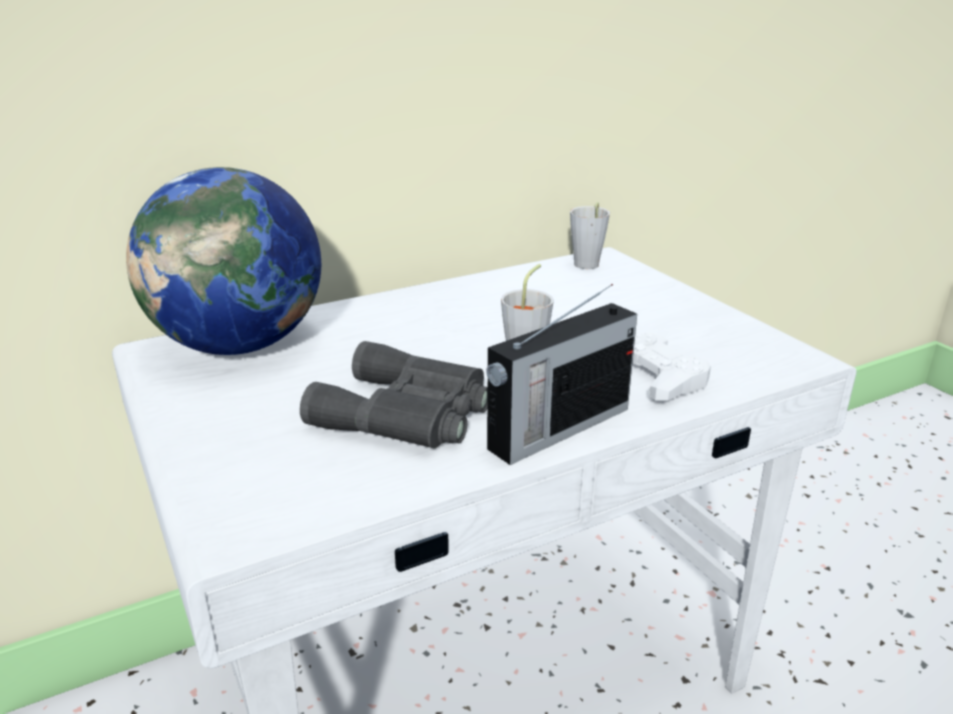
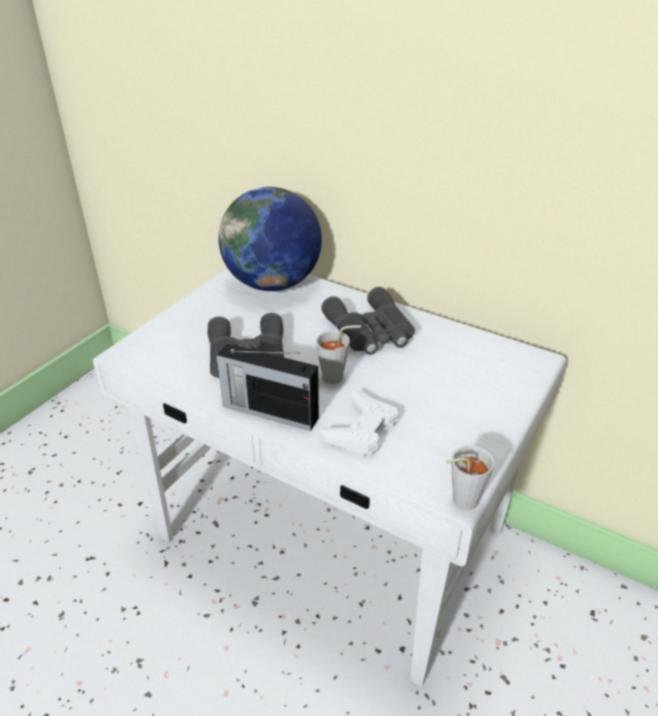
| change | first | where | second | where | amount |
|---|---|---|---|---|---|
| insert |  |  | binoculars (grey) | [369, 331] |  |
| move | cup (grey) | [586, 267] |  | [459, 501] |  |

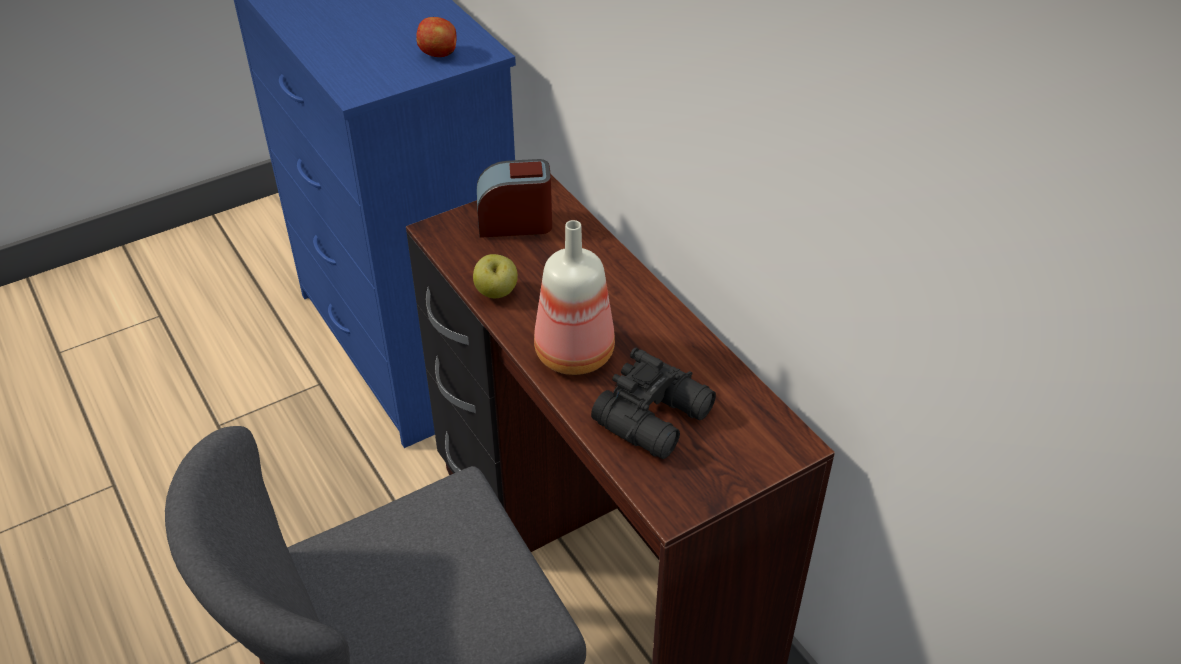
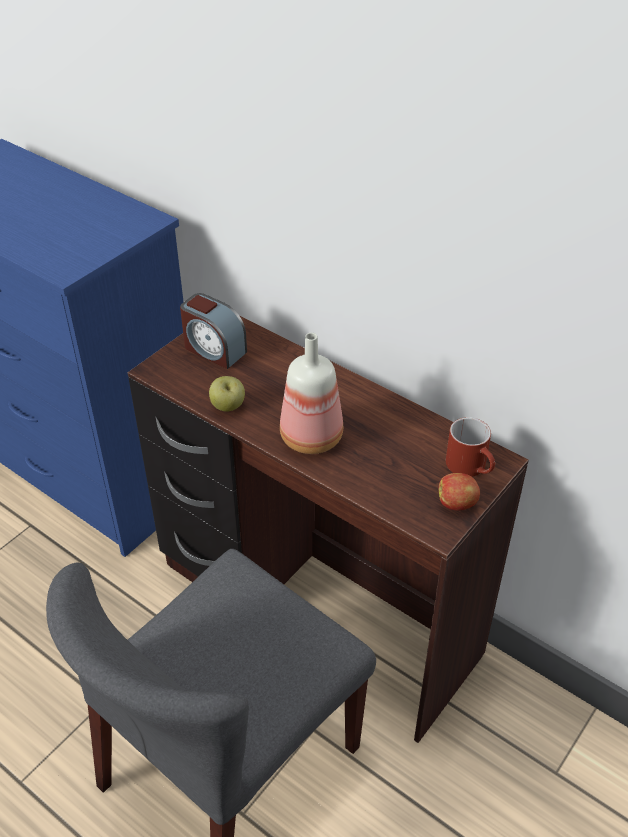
| change | first | where | second | where | amount |
|---|---|---|---|---|---|
| delete | binoculars (black) | [657, 417] |  |  |  |
| insert |  |  | mug (red) | [472, 467] |  |
| move | apple | [439, 54] |  | [457, 503] |  |
| rotate | alarm clock | [515, 223] |  | [214, 350] | 120 degrees counterclockwise |

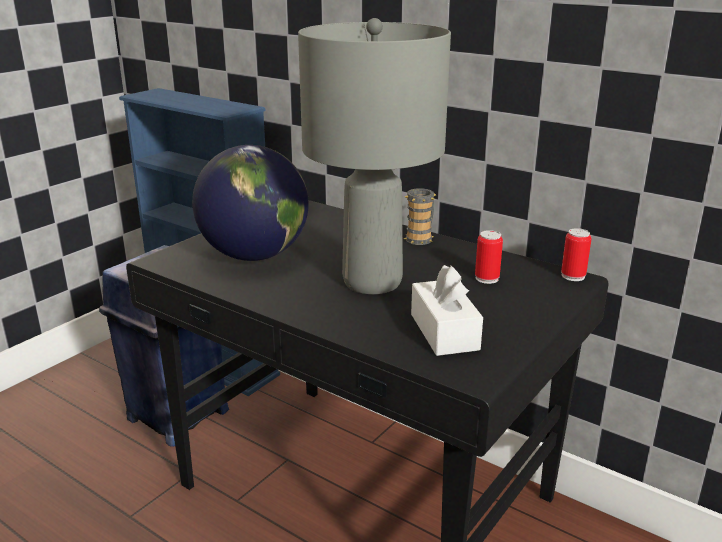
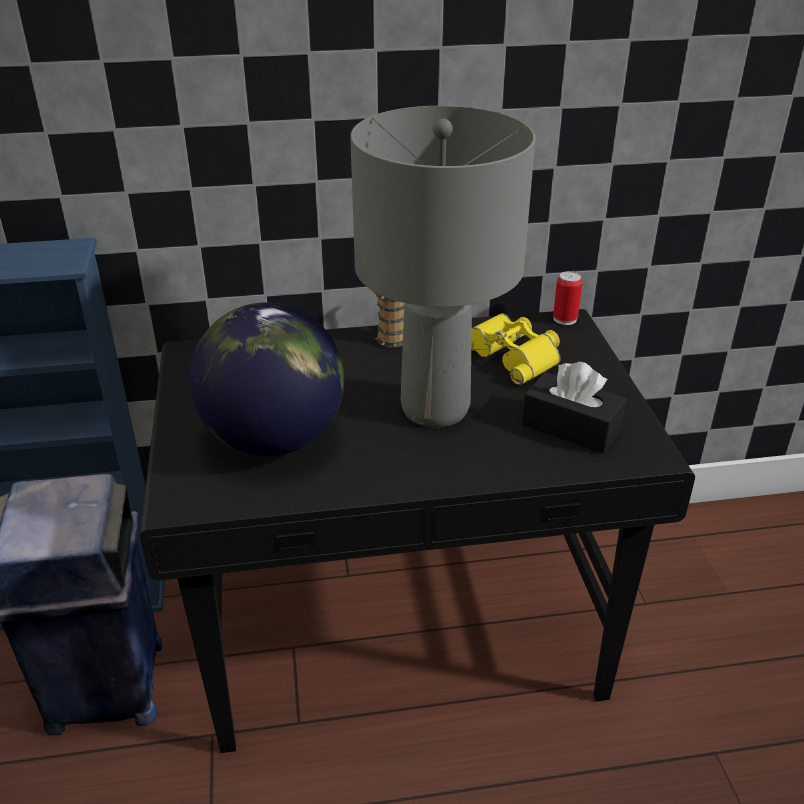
| change | first | where | second | where | amount |
|---|---|---|---|---|---|
| replace | can | [487, 278] | binoculars (yellow) | [513, 354] |  |
| recolor | tissue box (white) | [444, 331] | tissue box (black) | [571, 427] |  |

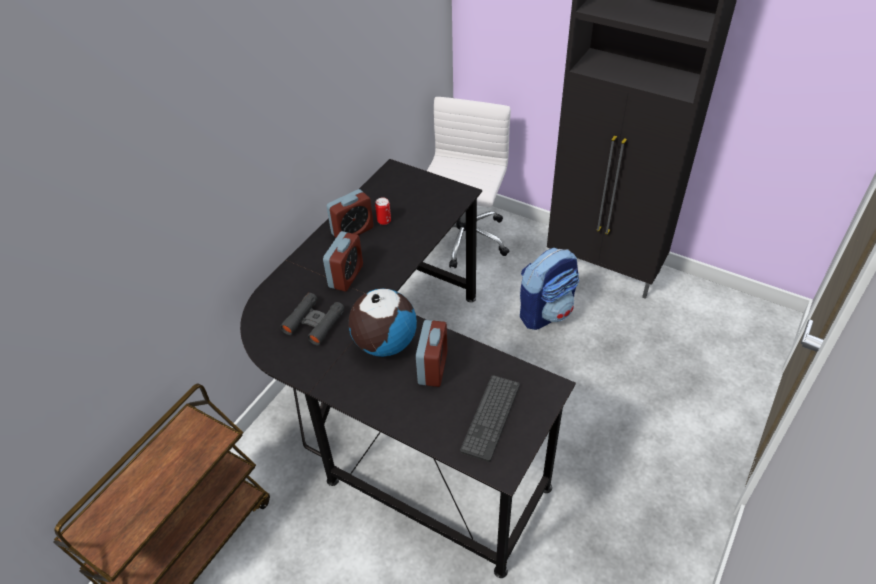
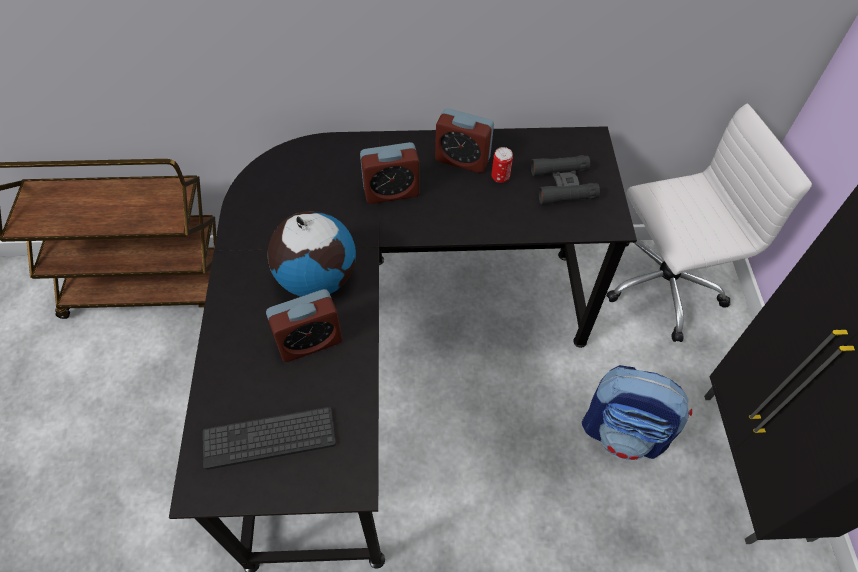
| change | first | where | second | where | amount |
|---|---|---|---|---|---|
| move | binoculars (black) | [314, 322] |  | [563, 184] |  |

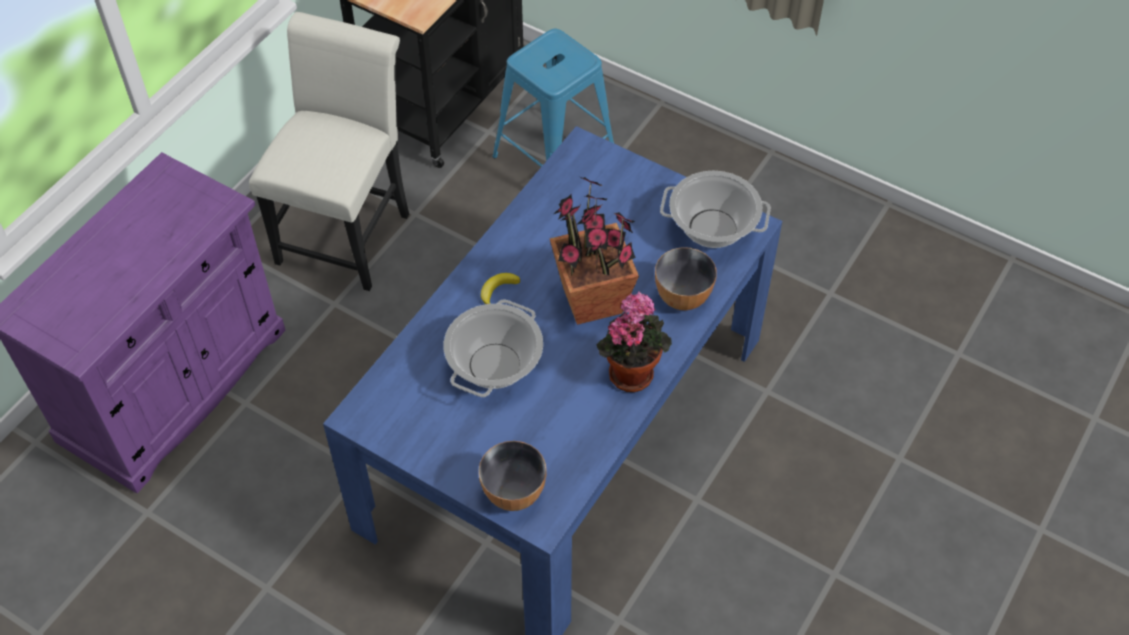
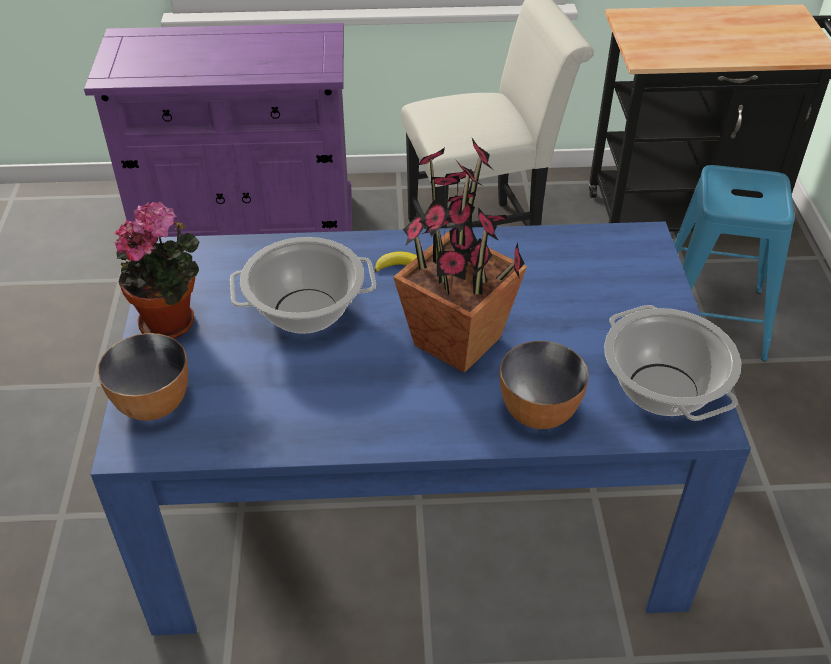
| change | first | where | second | where | amount |
|---|---|---|---|---|---|
| move | potted plant | [631, 370] |  | [172, 321] |  |

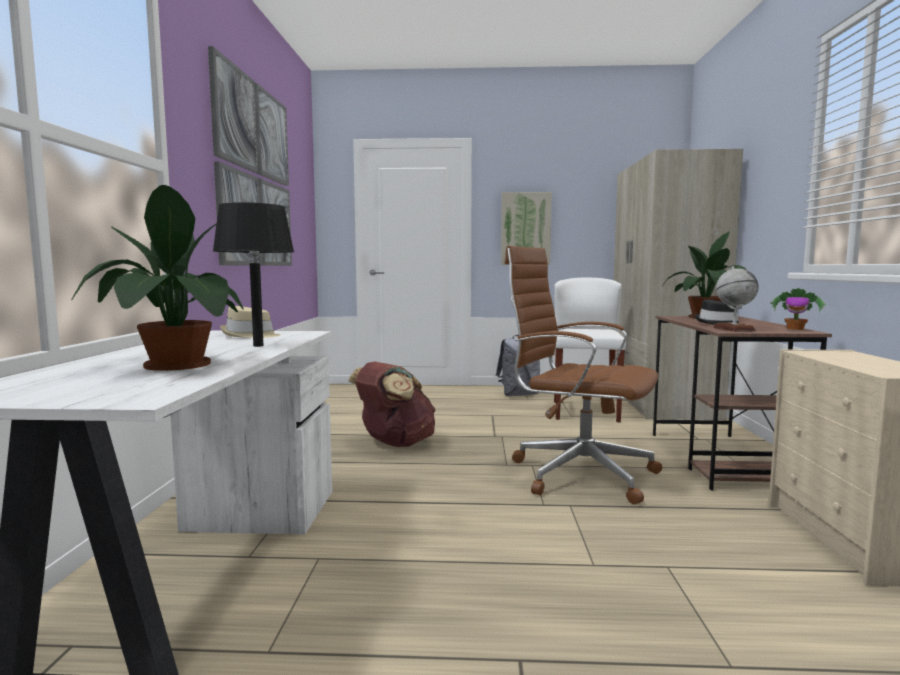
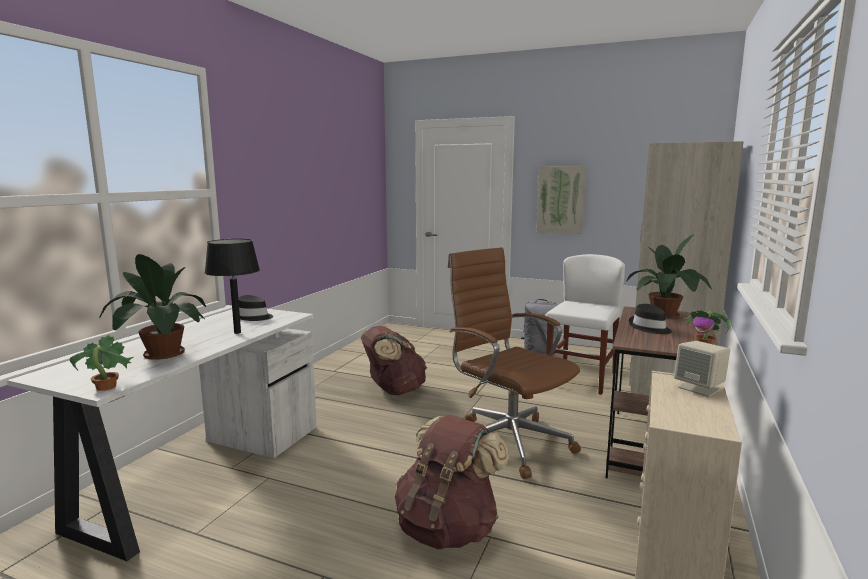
| change | first | where | second | where | amount |
|---|---|---|---|---|---|
| delete | picture | [255, 175] |  |  |  |
| delete | globe | [734, 329] |  |  |  |
| insert |  |  | potted plant | [105, 387] |  |
| insert |  |  | backpack (brown) | [448, 528] |  |
| insert |  |  | speaker (beige) | [699, 388] |  |
| recolor | hat (beige) | [250, 335] | hat (black) | [253, 316] |  |

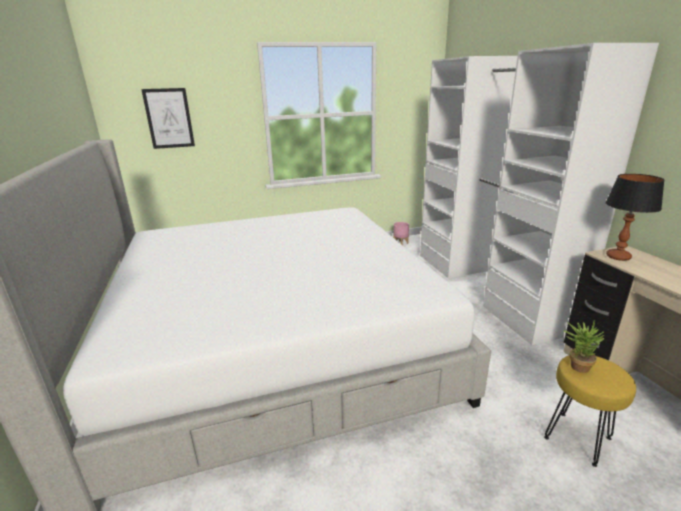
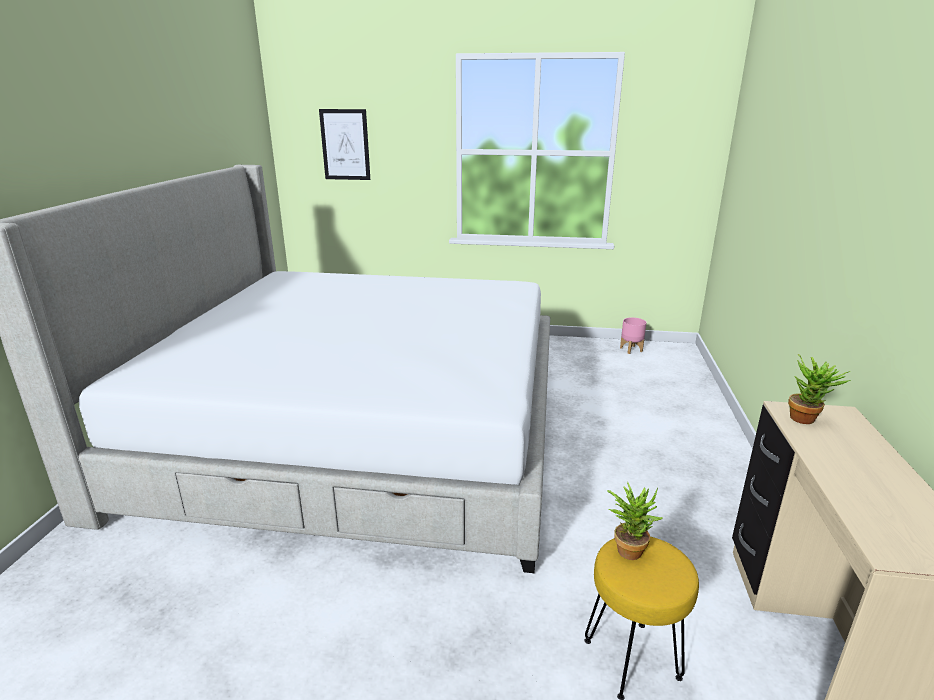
| change | first | where | second | where | amount |
|---|---|---|---|---|---|
| delete | wardrobe (white) | [486, 287] |  |  |  |
| replace | table lamp | [618, 257] | potted plant | [807, 419] |  |

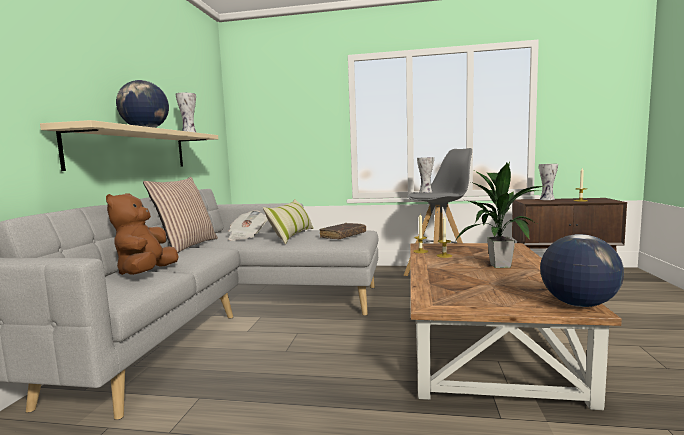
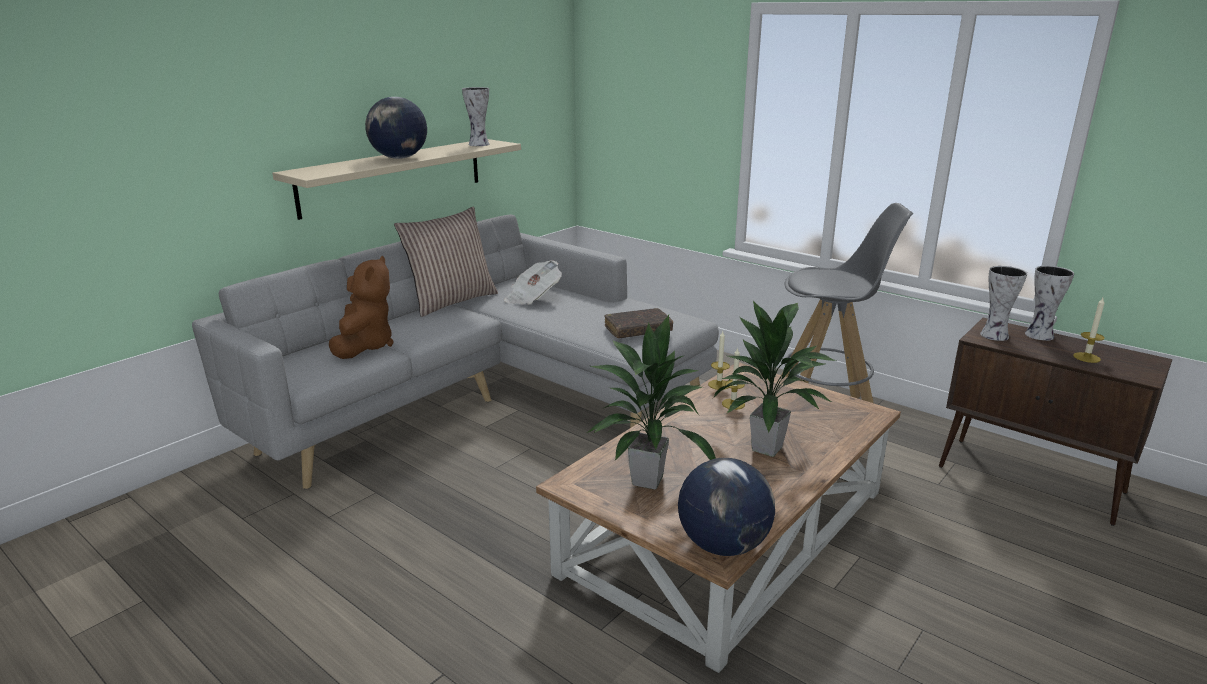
| change | first | where | second | where | amount |
|---|---|---|---|---|---|
| delete | pillow | [292, 235] |  |  |  |
| insert |  |  | potted plant | [646, 481] |  |
| move | vase | [425, 192] |  | [993, 336] |  |
| rotate | plush toy (brown) | [146, 273] |  | [364, 346] | 150 degrees clockwise |

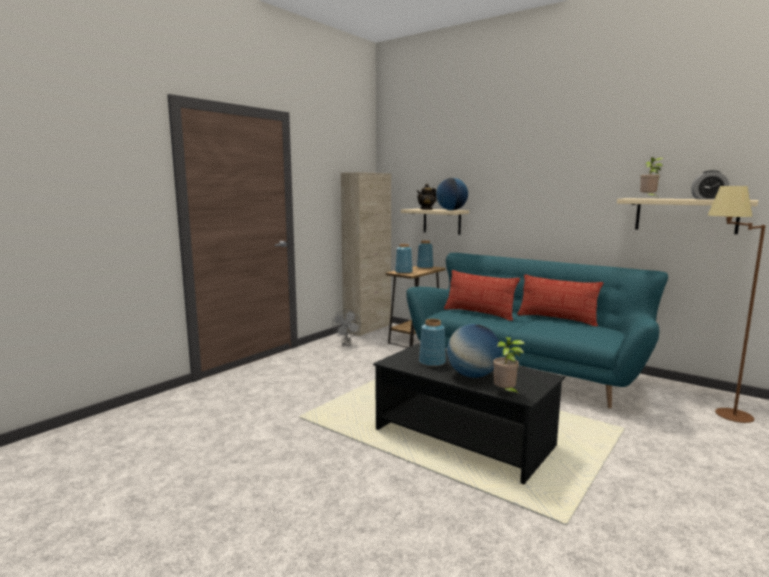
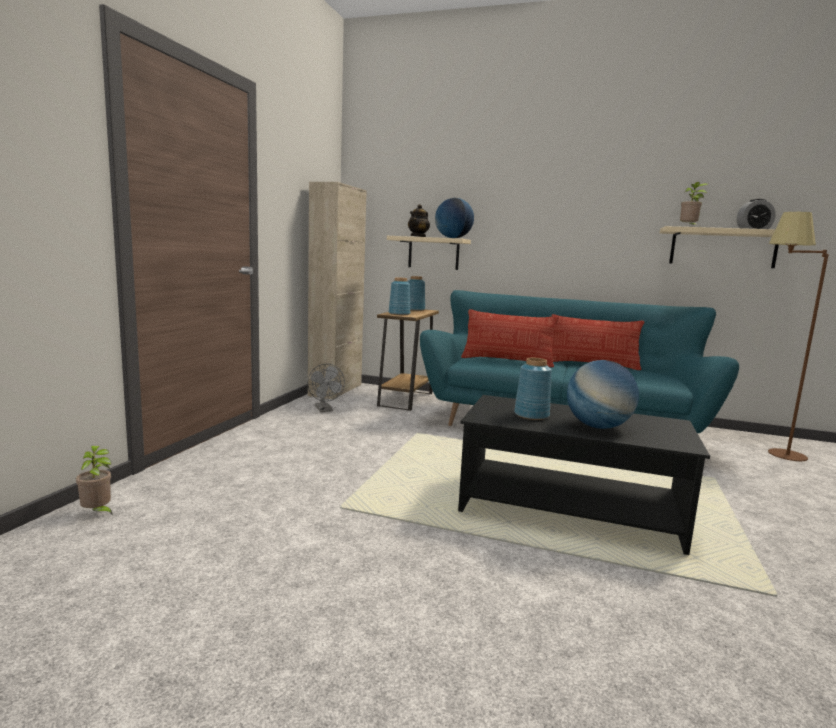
| change | first | where | second | where | amount |
|---|---|---|---|---|---|
| move | potted plant | [505, 393] |  | [98, 513] |  |

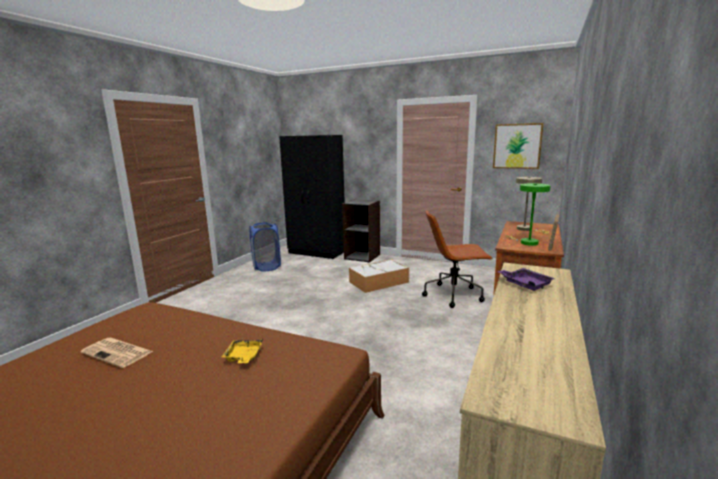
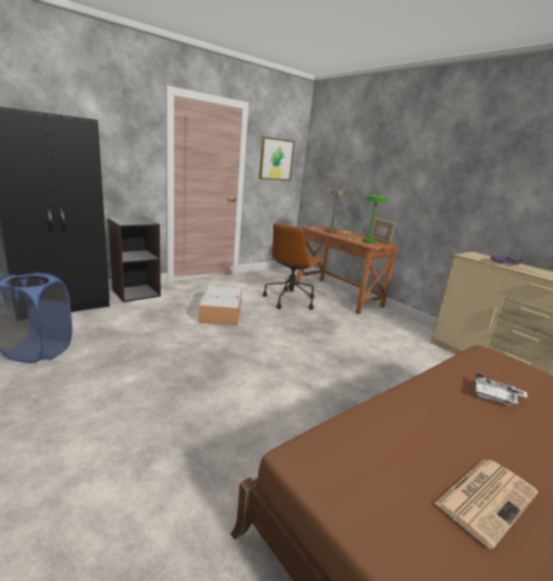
| change | first | where | second | where | amount |
|---|---|---|---|---|---|
| recolor | tray (yellow) | [243, 357] | tray (white) | [495, 397] |  |

